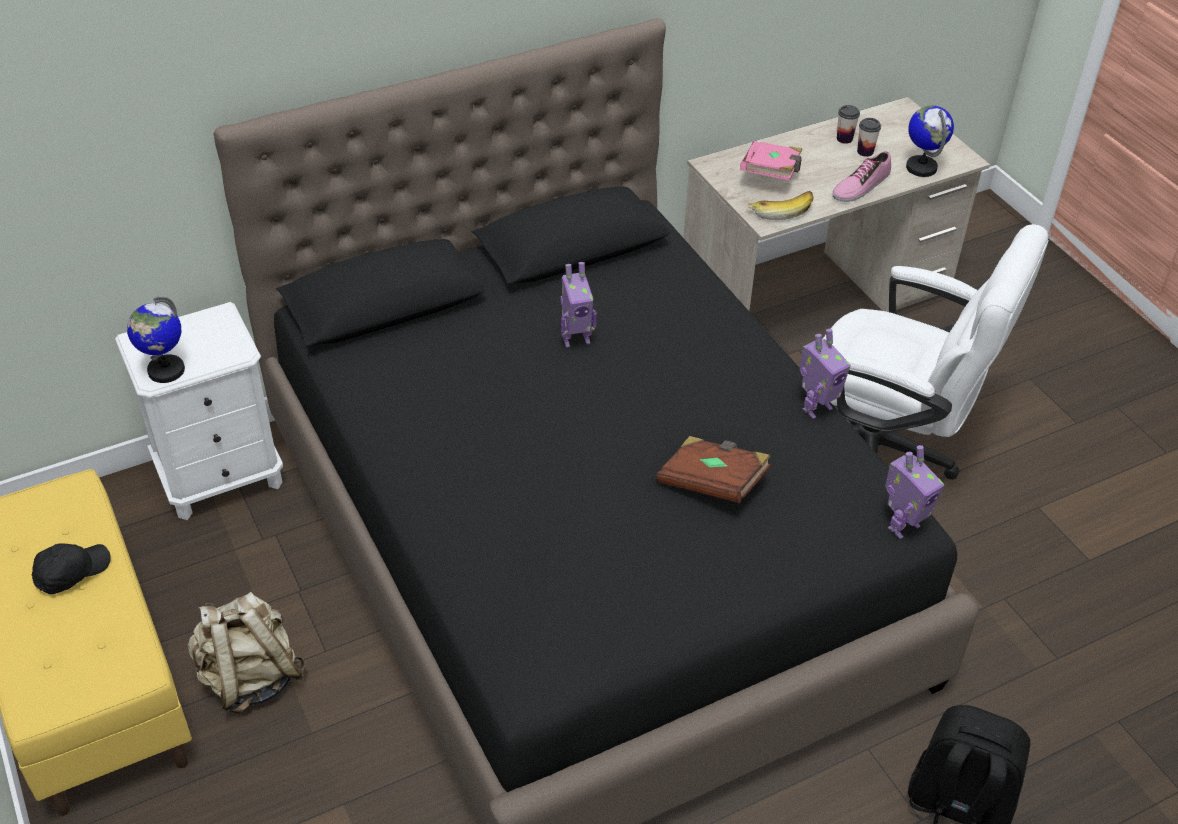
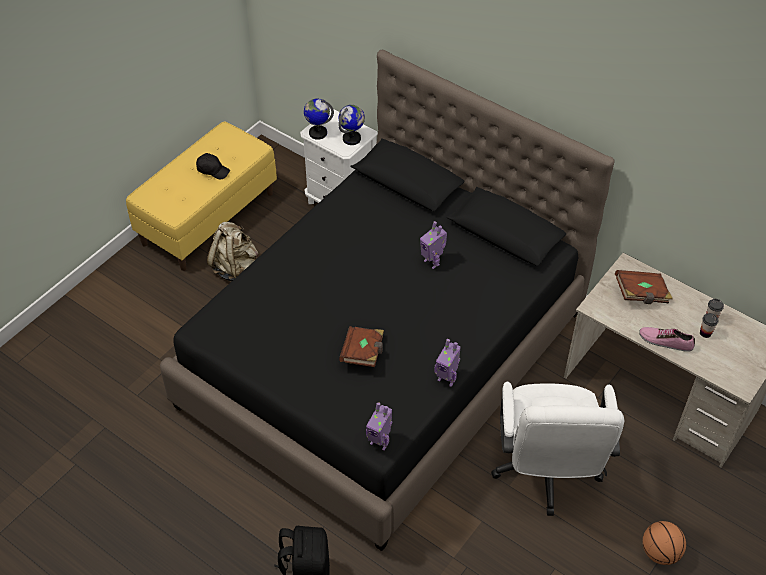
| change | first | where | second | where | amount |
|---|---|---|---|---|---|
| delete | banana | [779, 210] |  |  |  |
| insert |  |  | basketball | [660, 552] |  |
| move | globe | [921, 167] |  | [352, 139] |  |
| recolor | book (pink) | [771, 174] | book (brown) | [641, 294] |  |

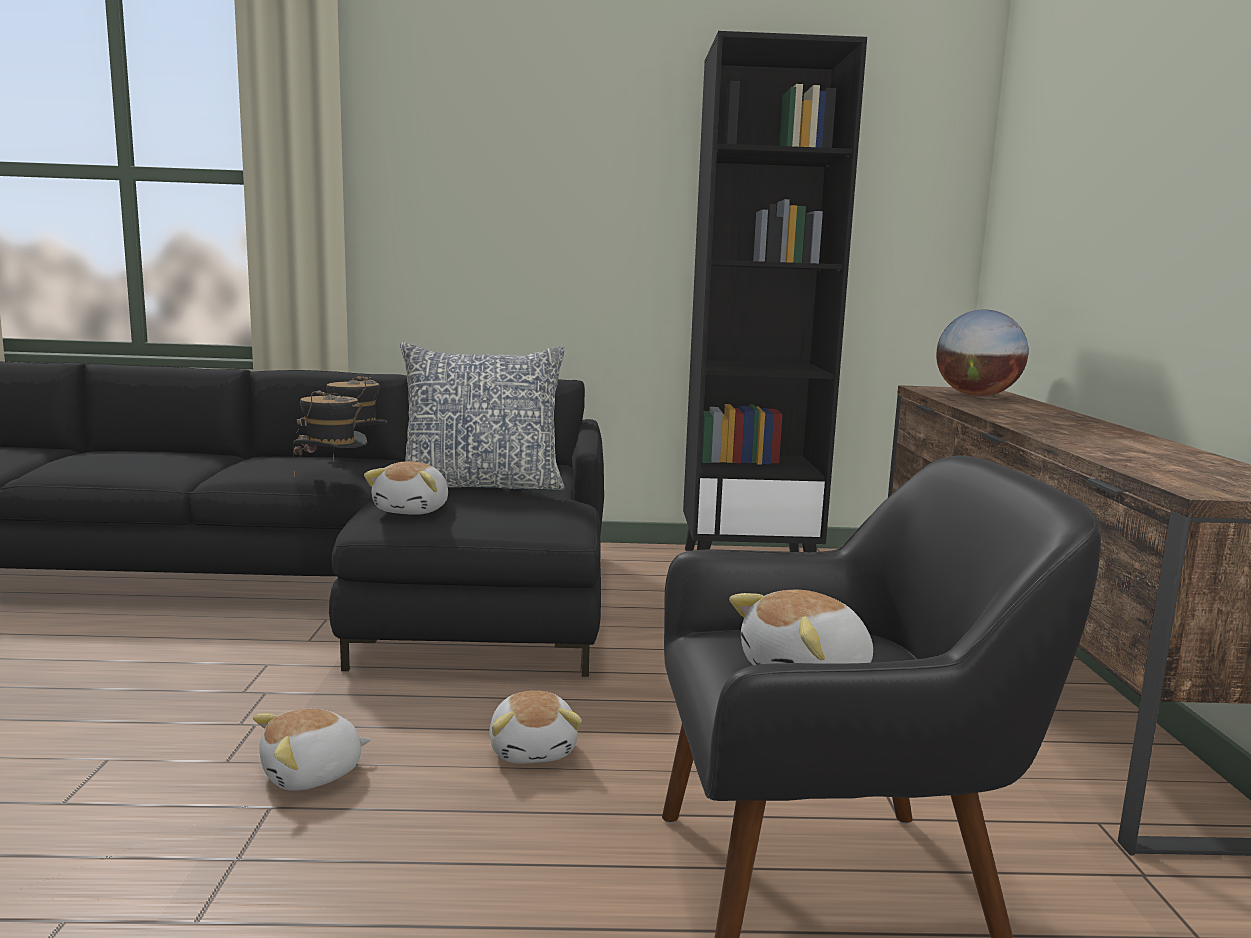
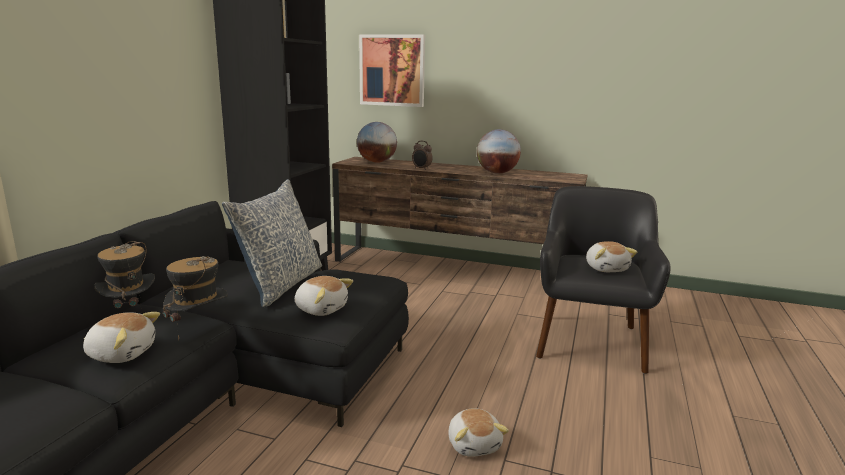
| change | first | where | second | where | amount |
|---|---|---|---|---|---|
| insert |  |  | picture | [392, 70] |  |
| insert |  |  | alarm clock | [421, 169] |  |
| insert |  |  | globe | [497, 173] |  |
| move | plush toy | [534, 749] |  | [122, 353] |  |

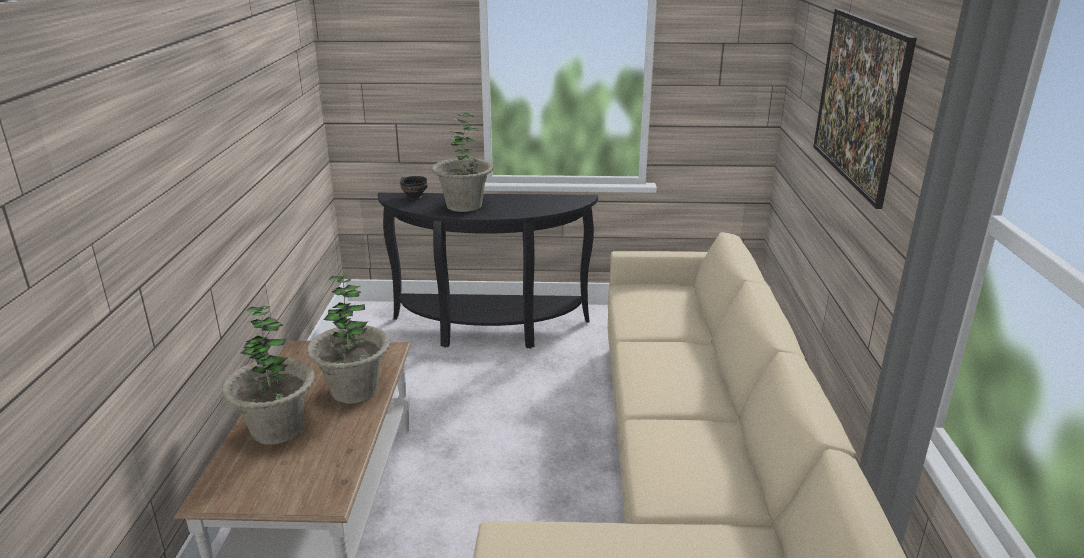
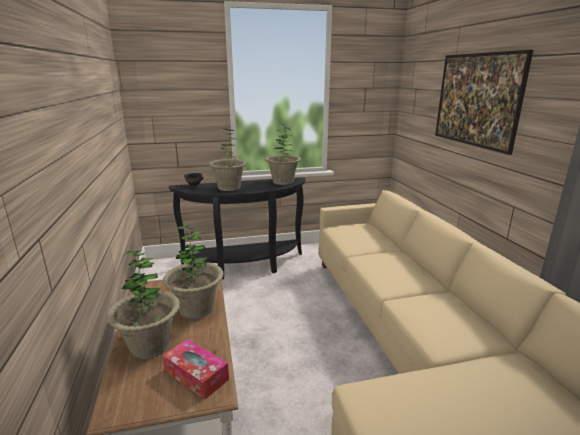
| change | first | where | second | where | amount |
|---|---|---|---|---|---|
| insert |  |  | tissue box | [196, 375] |  |
| insert |  |  | potted plant | [283, 182] |  |

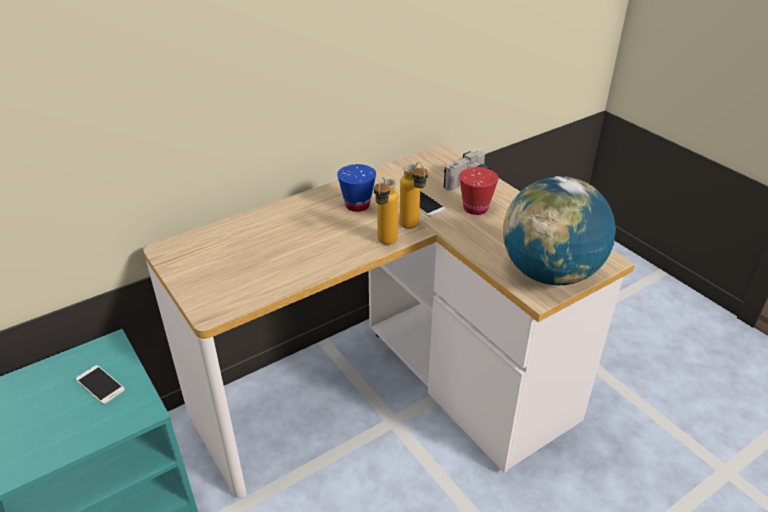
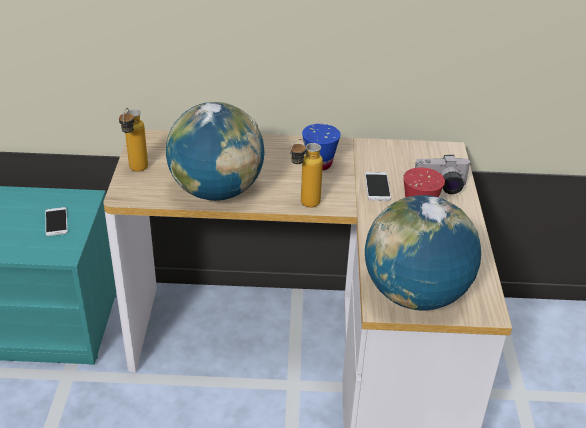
| change | first | where | second | where | amount |
|---|---|---|---|---|---|
| insert |  |  | globe | [216, 191] |  |
| move | bottle | [413, 228] |  | [136, 171] |  |

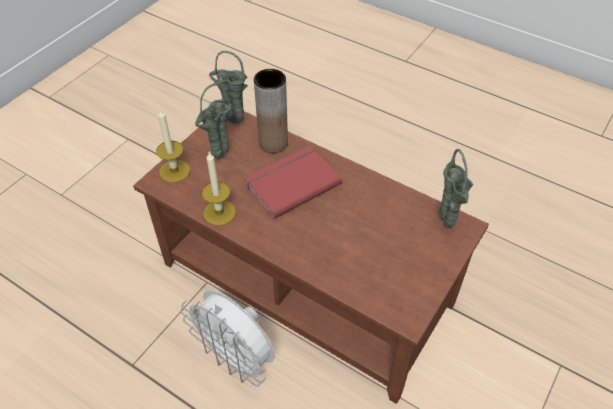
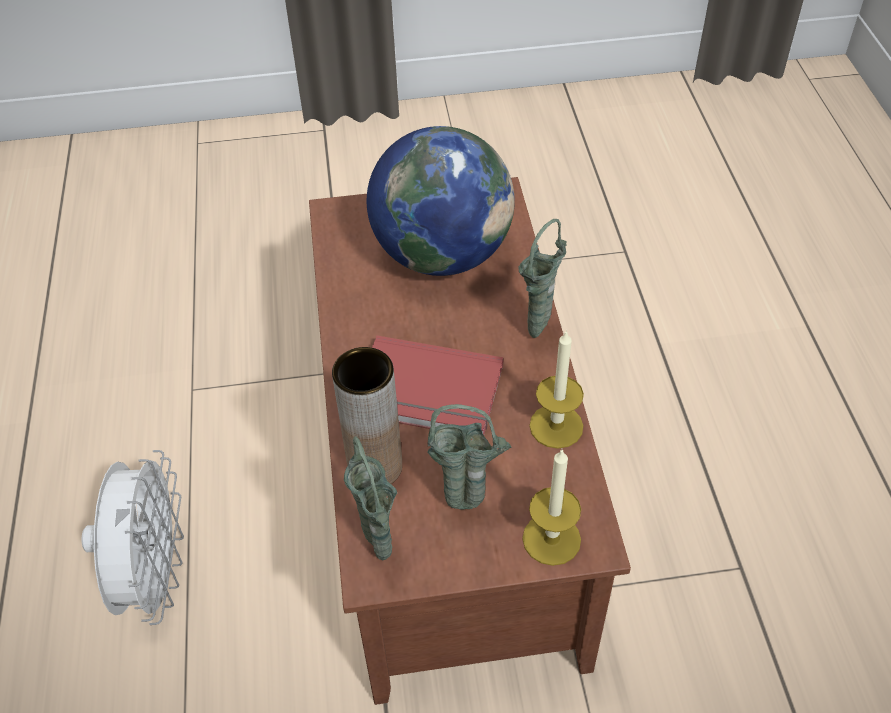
| change | first | where | second | where | amount |
|---|---|---|---|---|---|
| insert |  |  | globe | [442, 254] |  |
| move | fan (white) | [236, 359] |  | [155, 577] |  |
| move | vase (green) | [446, 226] |  | [539, 330] |  |

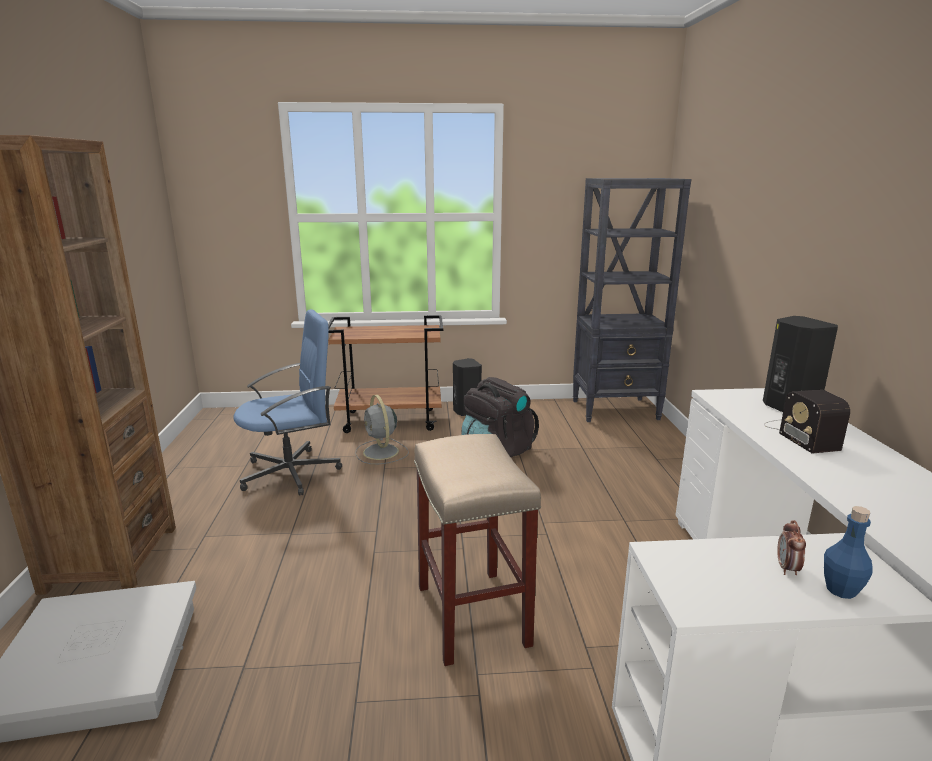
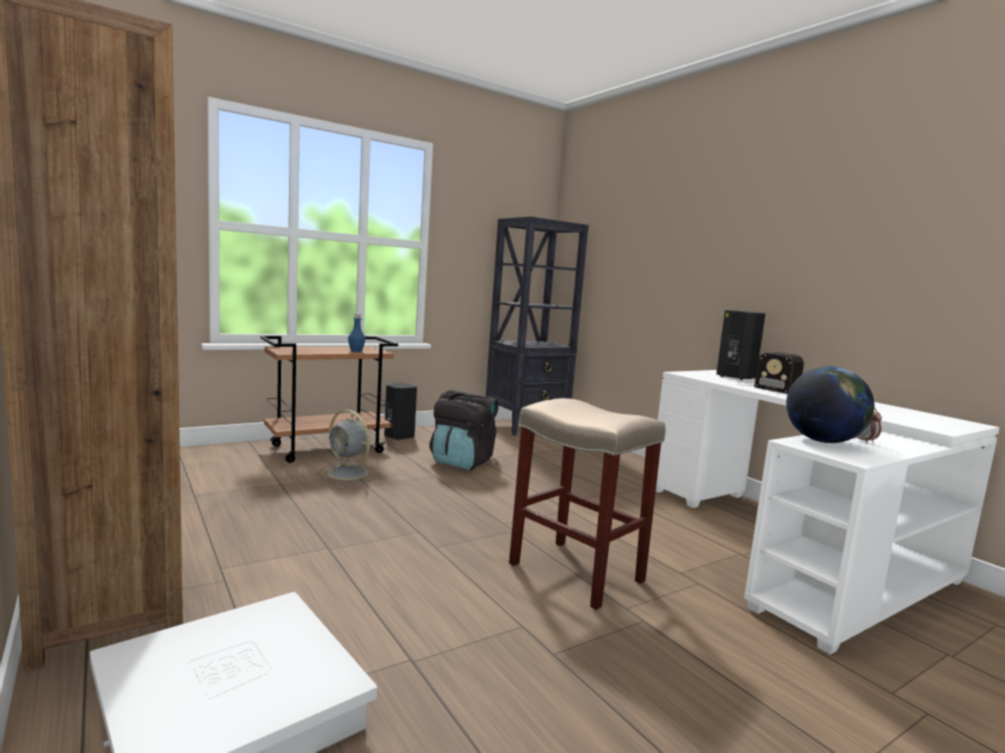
| change | first | where | second | where | amount |
|---|---|---|---|---|---|
| delete | office chair (blue) | [292, 472] |  |  |  |
| insert |  |  | globe | [822, 441] |  |
| move | bottle (blue) | [840, 590] |  | [356, 351] |  |

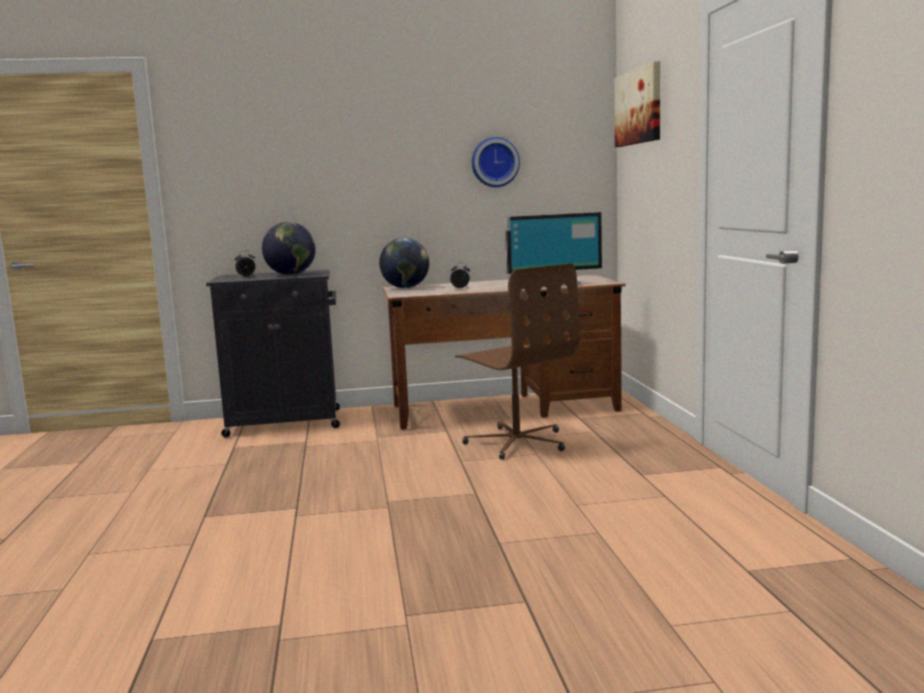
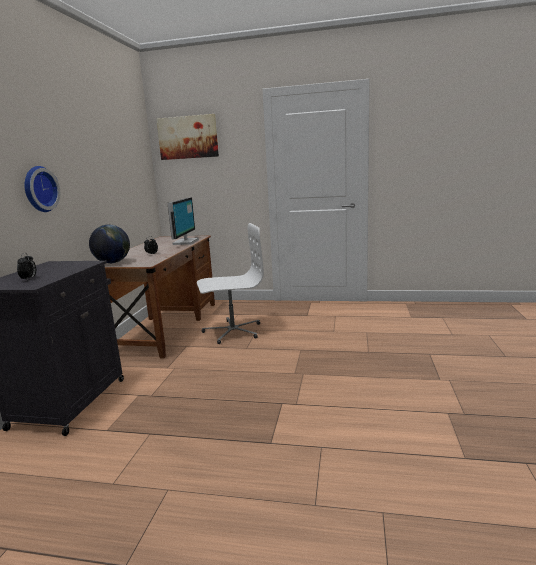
| change | first | where | second | where | amount |
|---|---|---|---|---|---|
| delete | globe | [290, 275] |  |  |  |
| move | wall clock | [494, 162] |  | [38, 189] |  |
| recolor | office chair (brown) | [517, 442] | office chair (white) | [232, 331] |  |

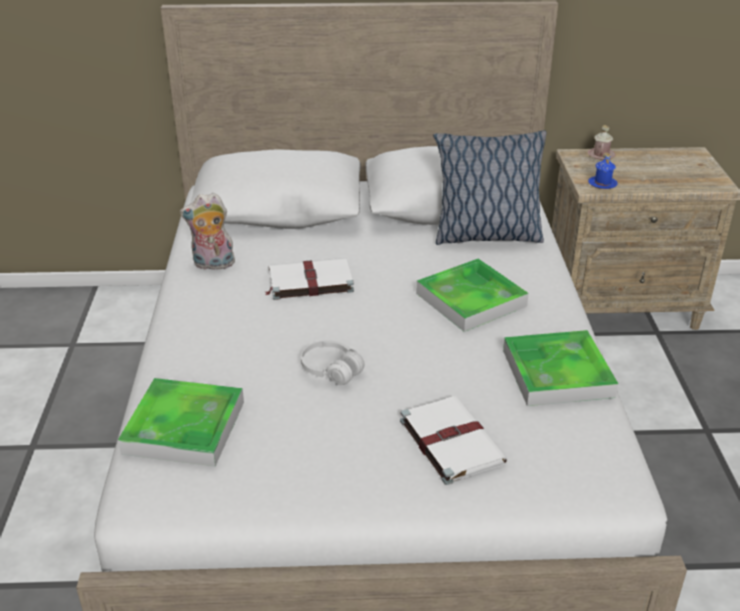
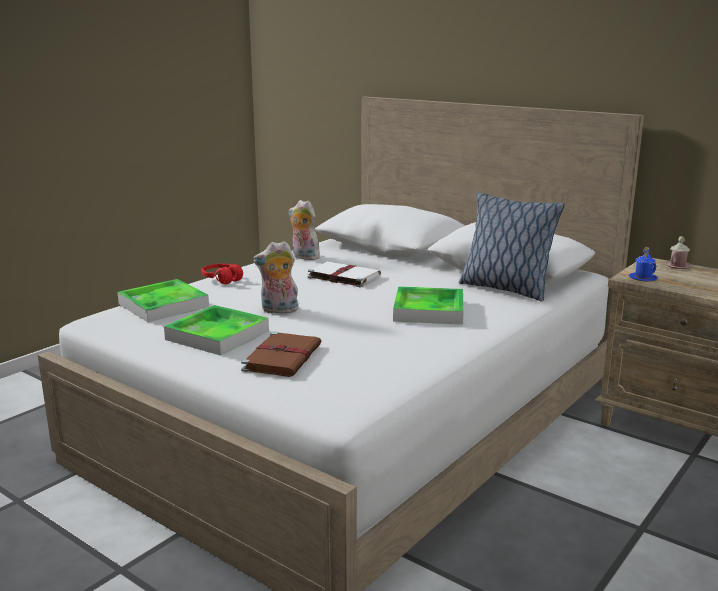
| change | first | where | second | where | amount |
|---|---|---|---|---|---|
| insert |  |  | headphones (red) | [222, 279] |  |
| move | tray | [557, 373] |  | [217, 335] |  |
| replace | headphones (white) | [331, 370] | plush toy | [279, 311] |  |
| recolor | book (white) | [450, 440] | book (brown) | [283, 357] |  |

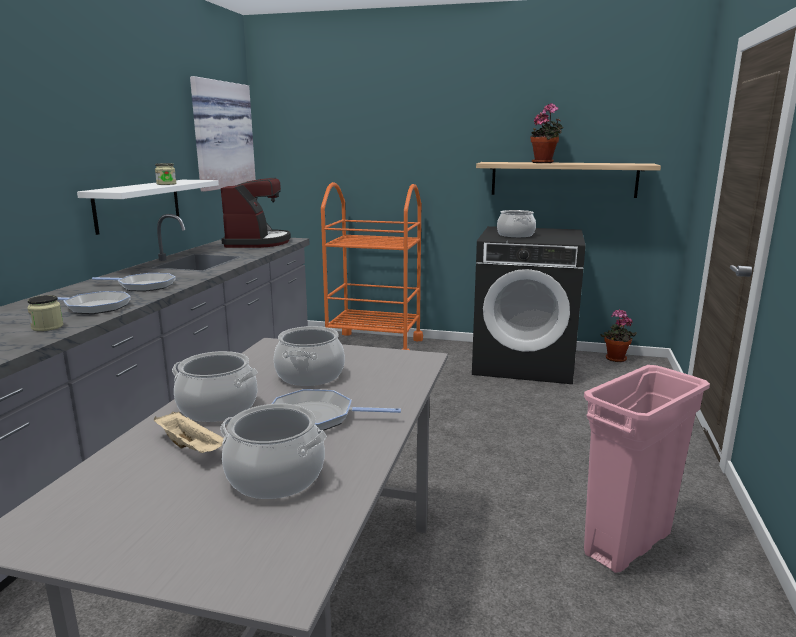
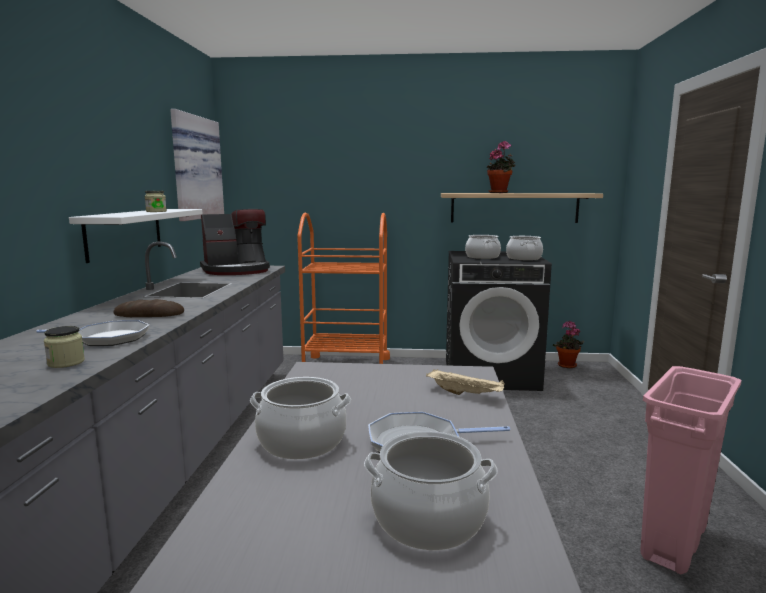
| change | first | where | second | where | amount |
|---|---|---|---|---|---|
| move | tray (beige) | [191, 447] |  | [466, 394] |  |
| move | cooking pot | [309, 375] |  | [523, 258] |  |
| replace | frying pan | [144, 286] | bread | [149, 314] |  |
| rotate | coffee machine | [257, 242] |  | [237, 270] | 75 degrees clockwise |

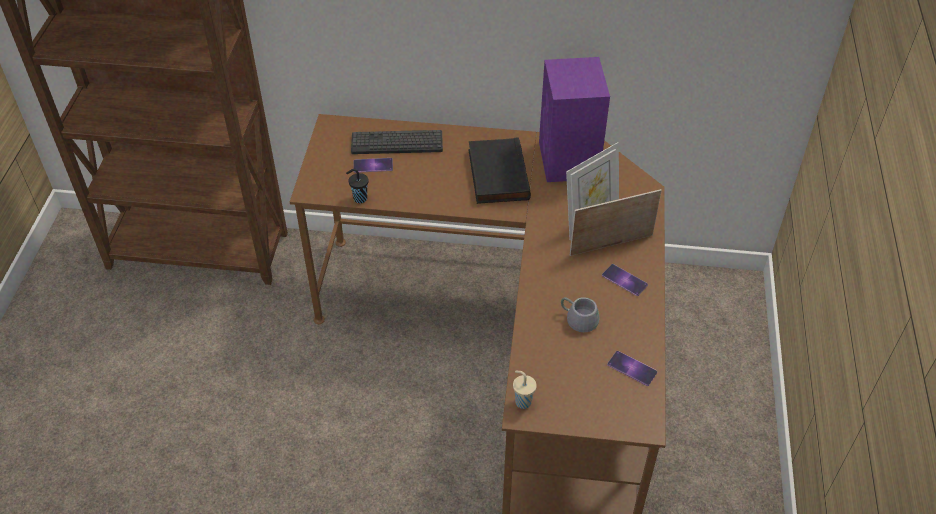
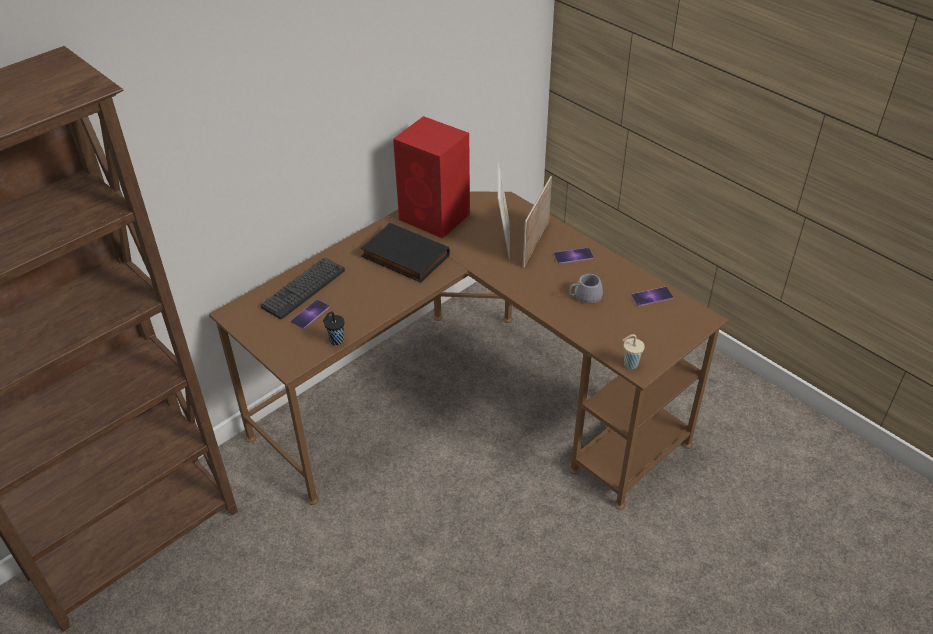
| change | first | where | second | where | amount |
|---|---|---|---|---|---|
| recolor | speaker (purple) | [568, 161] | speaker (red) | [436, 217] |  |

